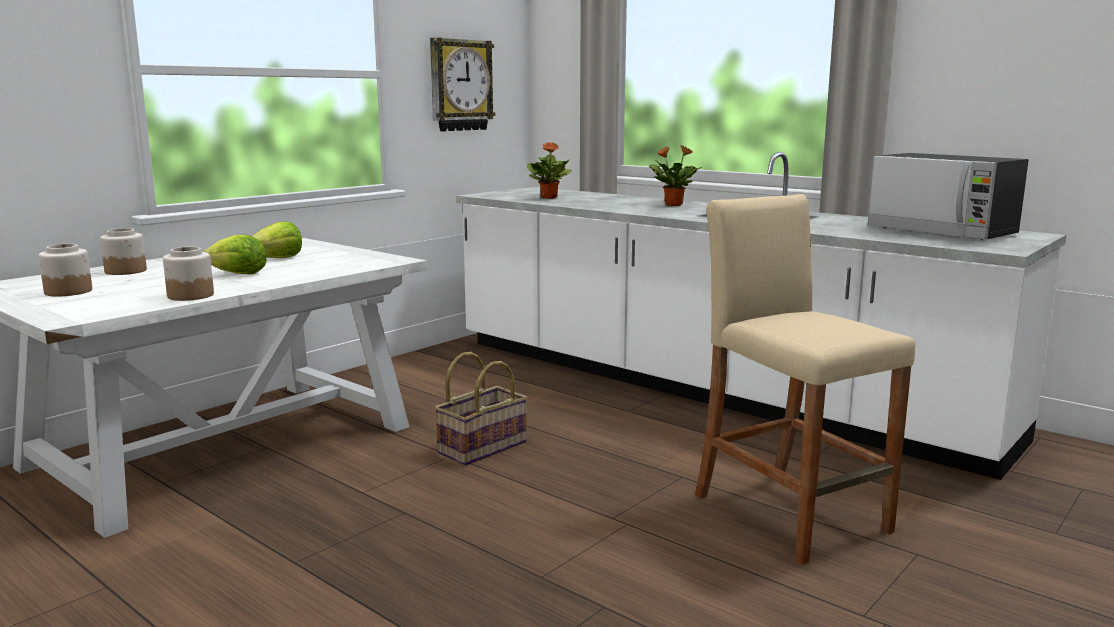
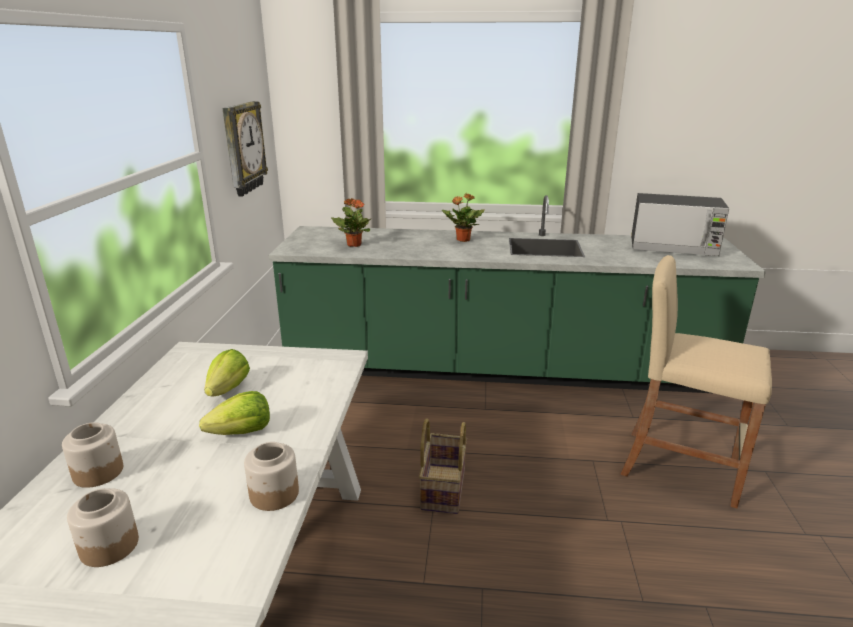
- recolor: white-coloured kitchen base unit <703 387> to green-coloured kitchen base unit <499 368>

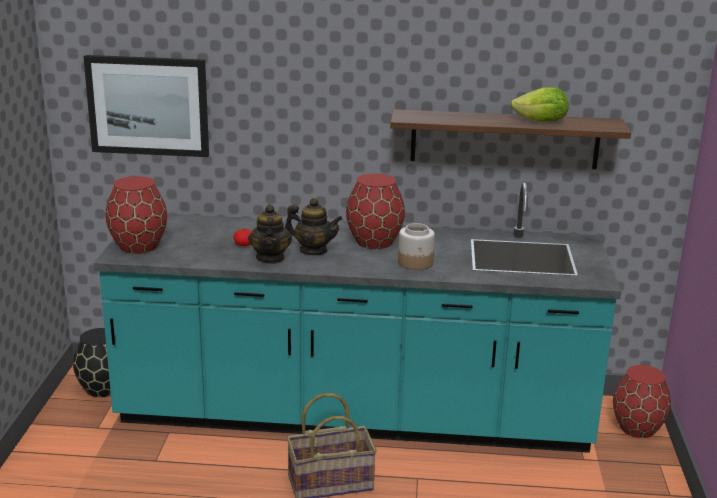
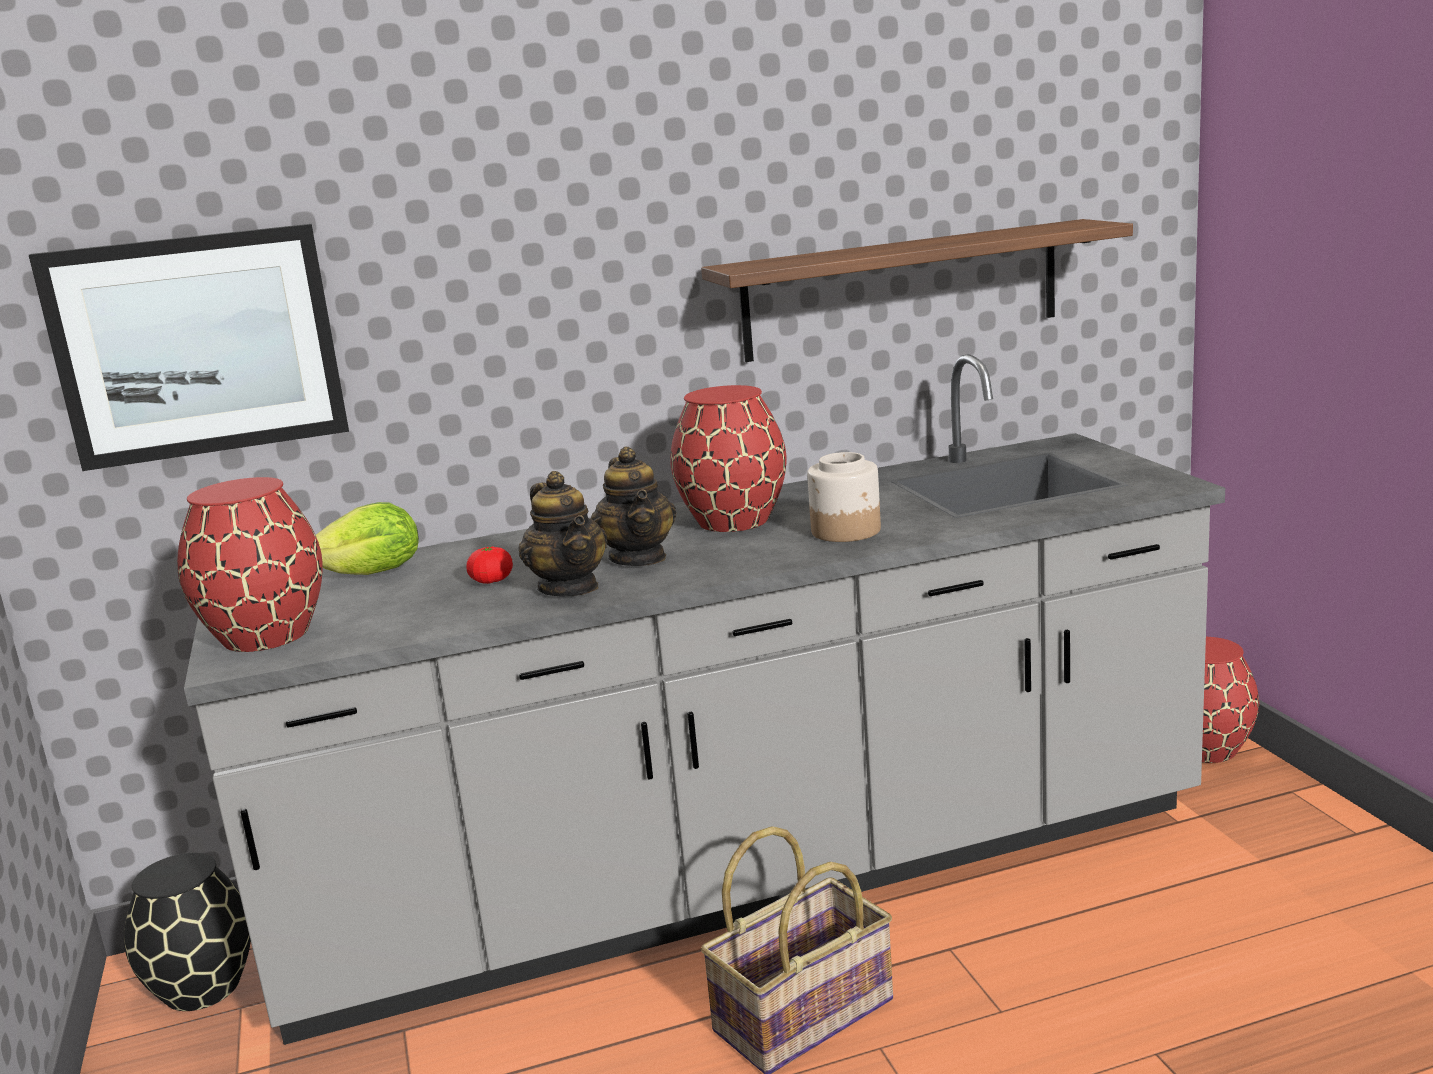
- recolor: turquoise kitchen base unit <354 416> to grey kitchen base unit <747 877>
- rotate: pot for tea <313 251> = <638 558> 75 degrees clockwise
- move: lettuce head <541 122> to <373 574>

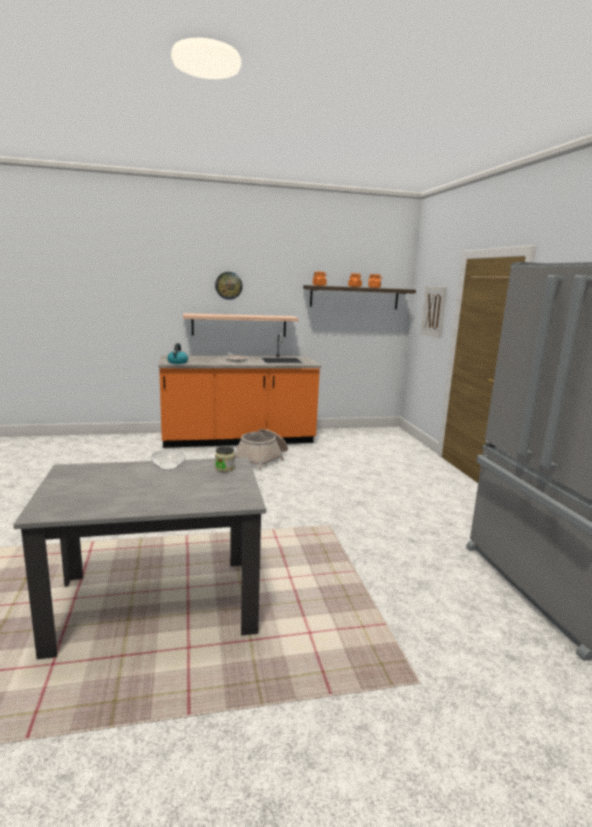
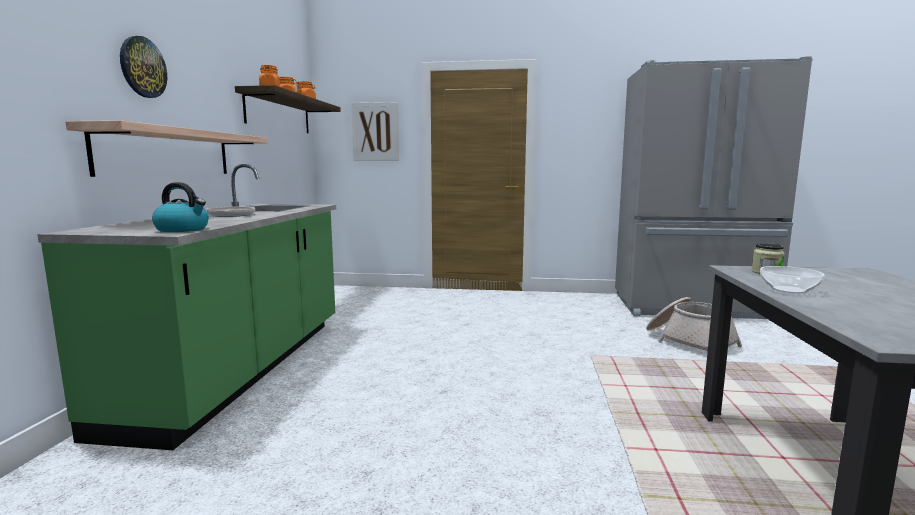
- recolor: orange-coloured kitchen base unit <238 440> to green-coloured kitchen base unit <242 369>
- move: storage basket <262 458> to <689 341>

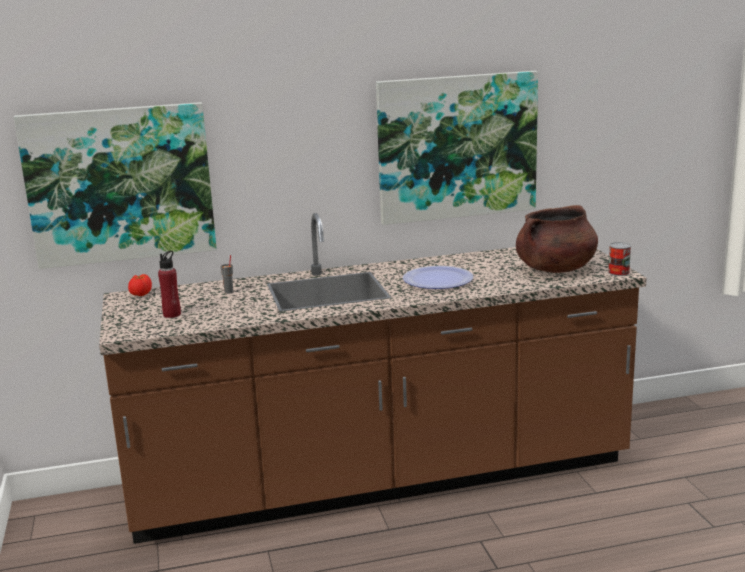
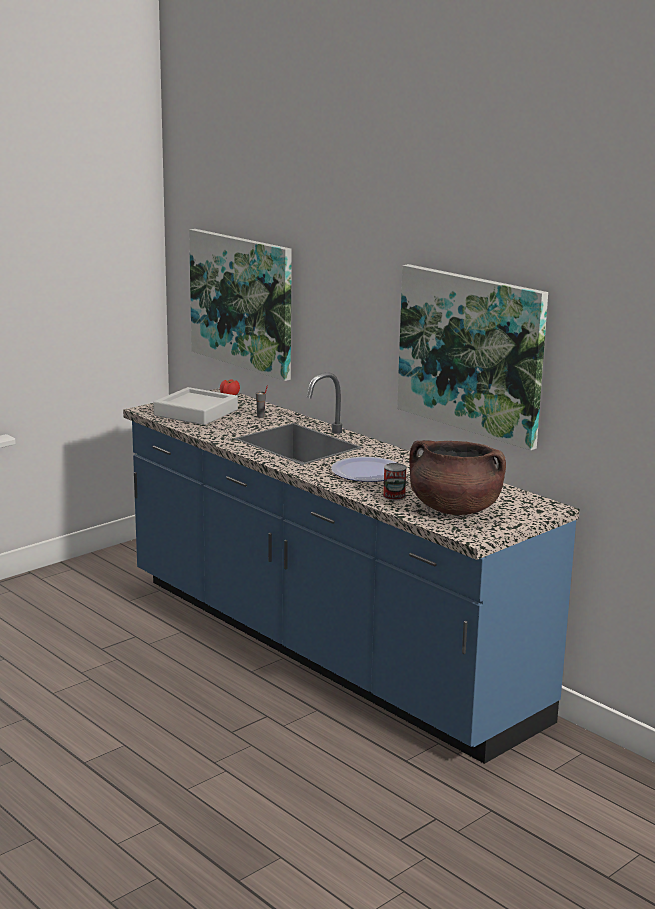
- recolor: brown-coloured kitchen base unit <380 481> to blue-coloured kitchen base unit <324 649>
- replace: reddish bottle <172 314> to grey carrying tray <196 413>
- move: can <618 272> to <394 496>

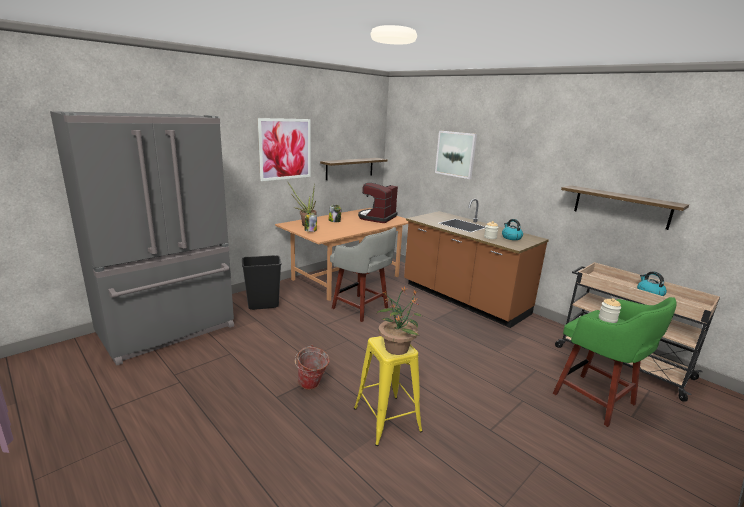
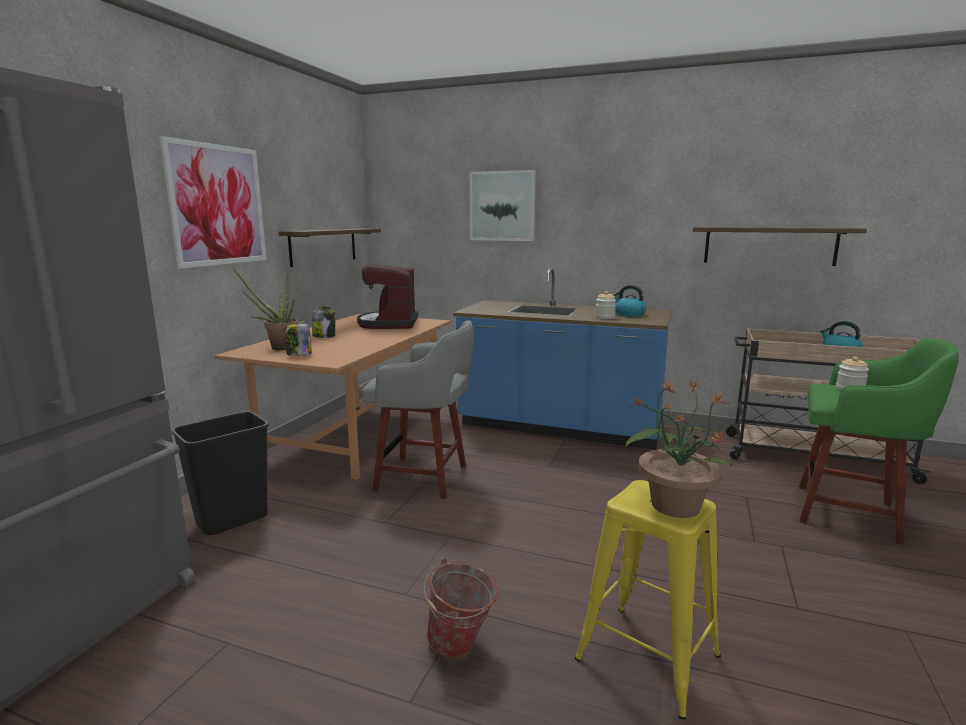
- recolor: brown-coloured kitchen base unit <463 299> to blue-coloured kitchen base unit <559 427>

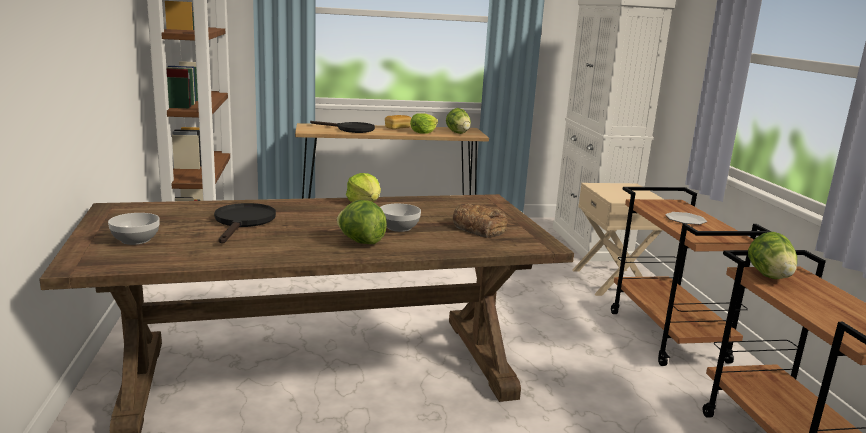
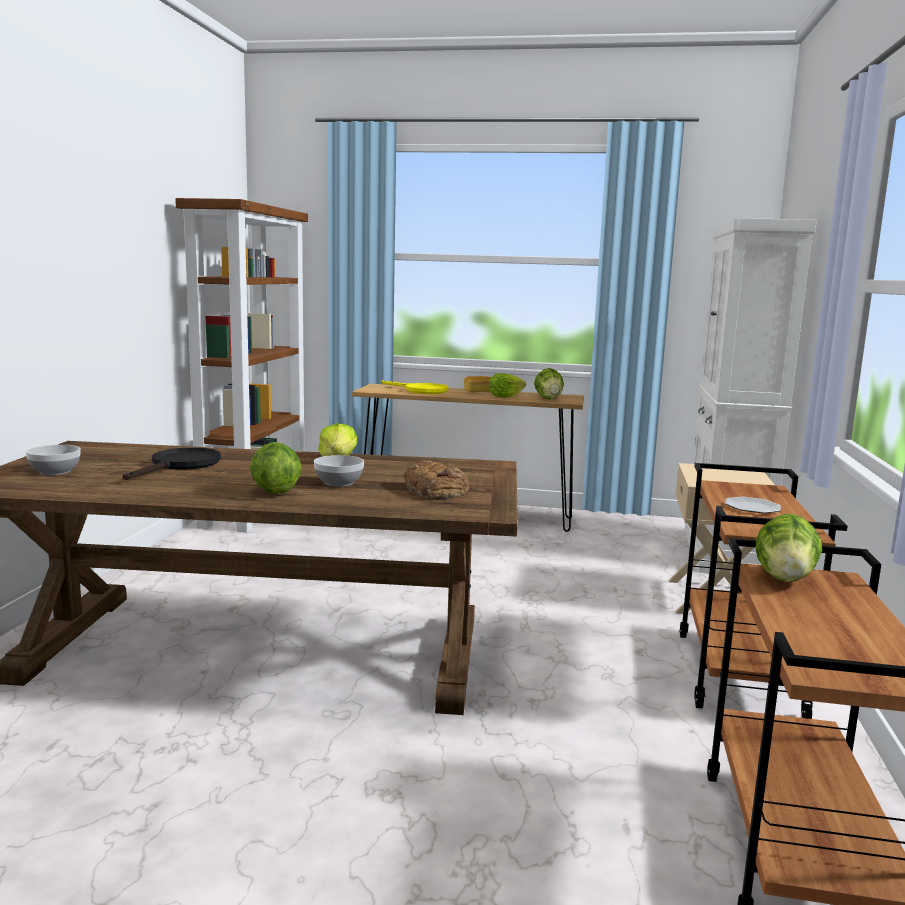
- recolor: black frying pan <350 129> to yellow frying pan <421 391>

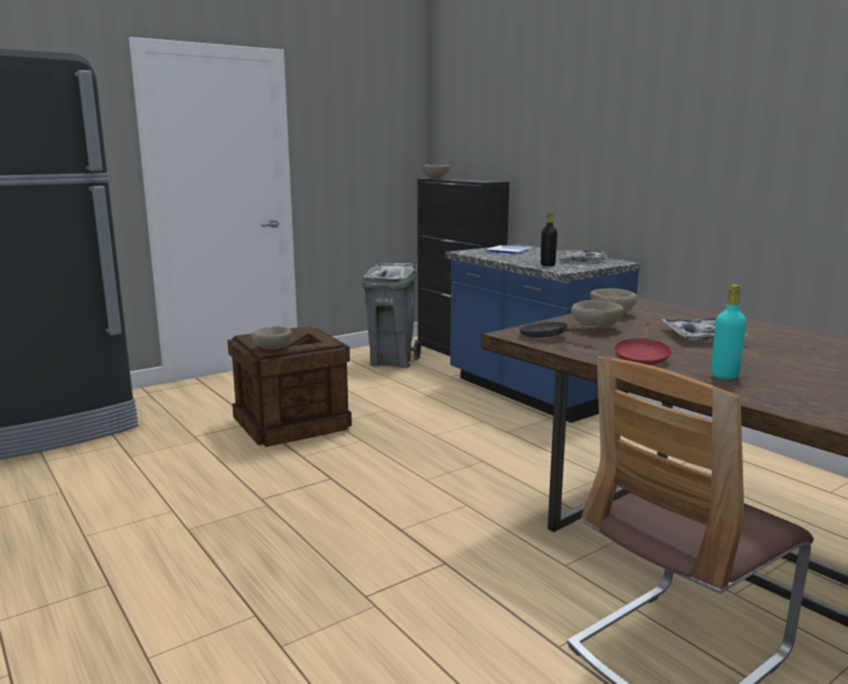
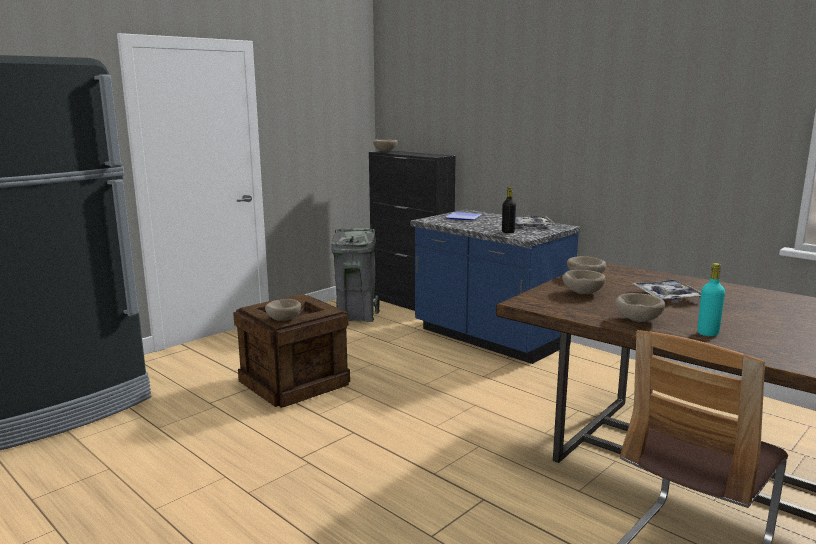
- delete: black frying pan <548 337>
- replace: reddish frying pan <641 357> to beige bowl <636 320>

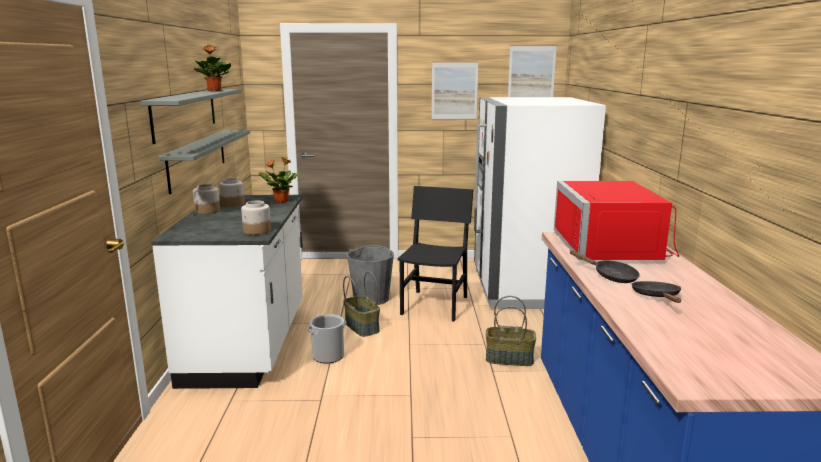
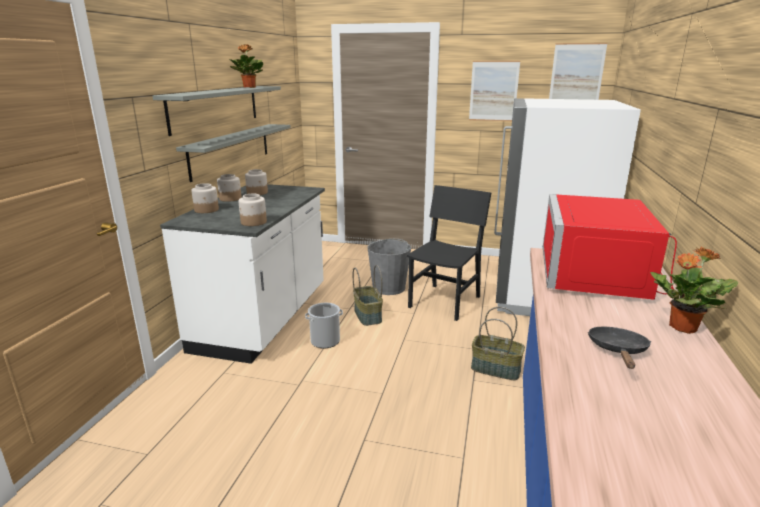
- move: houseplant <281 201> to <681 327>
- delete: black frying pan <611 276>
- insert: preserve jar <206 210>

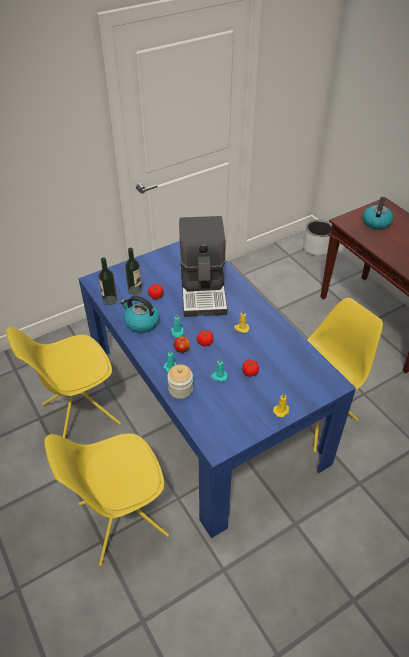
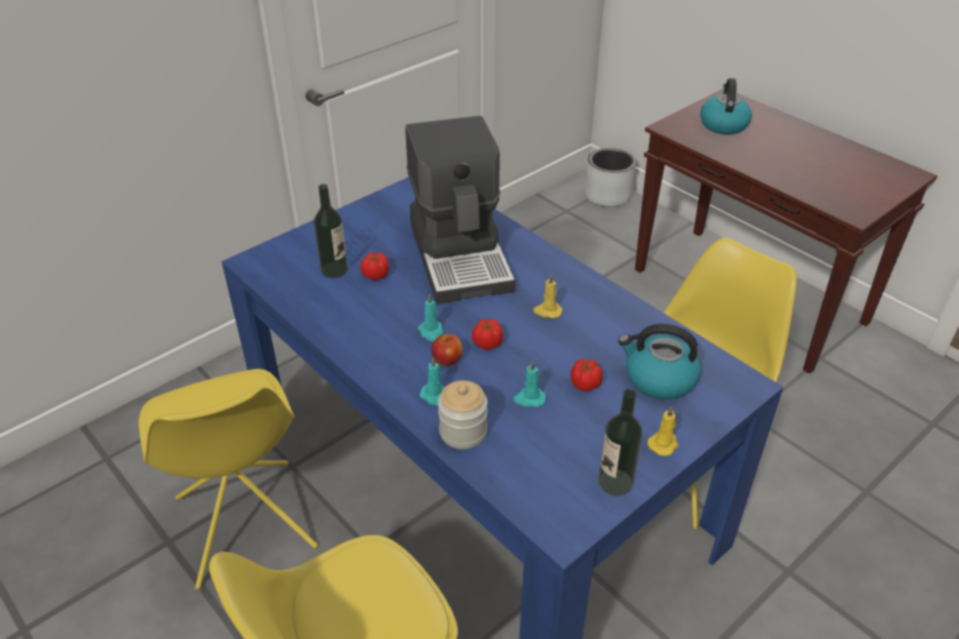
- rotate: yellow plain chair <79 415> = <245 525> 75 degrees counterclockwise
- move: bottle <110 300> to <615 482>
- move: kettle <141 322> to <659 379>

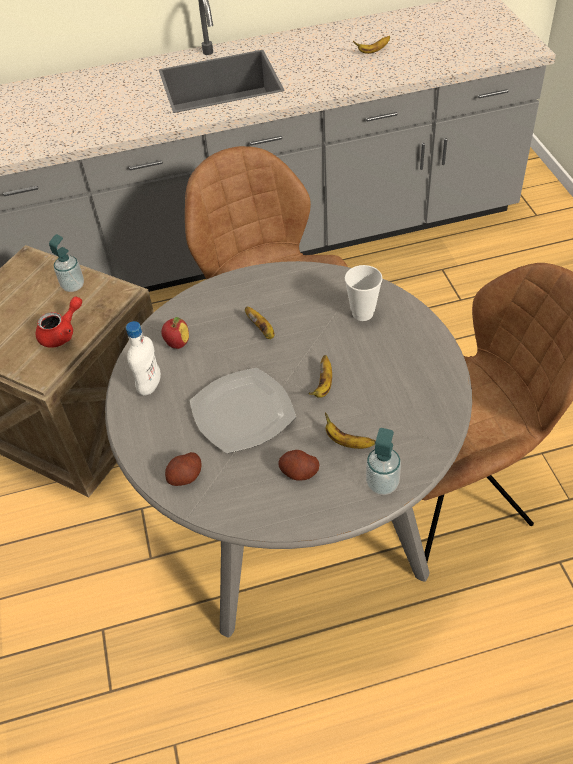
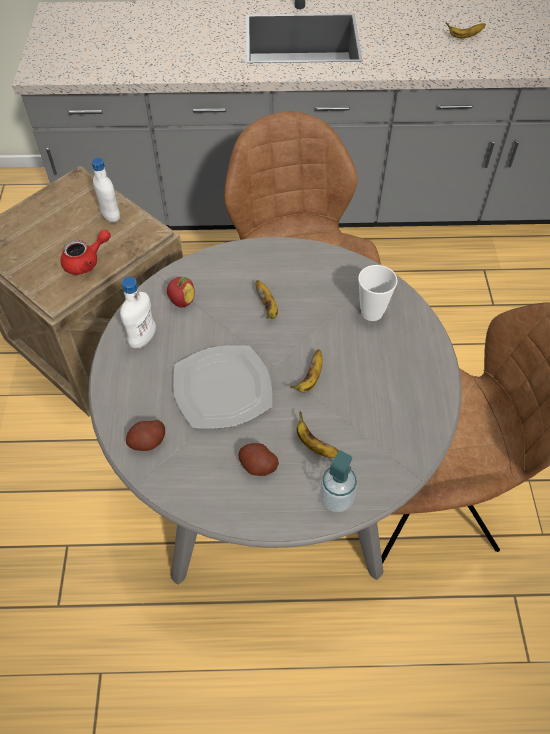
- replace: soap bottle <73 286> to white-coloured bottle <111 216>

